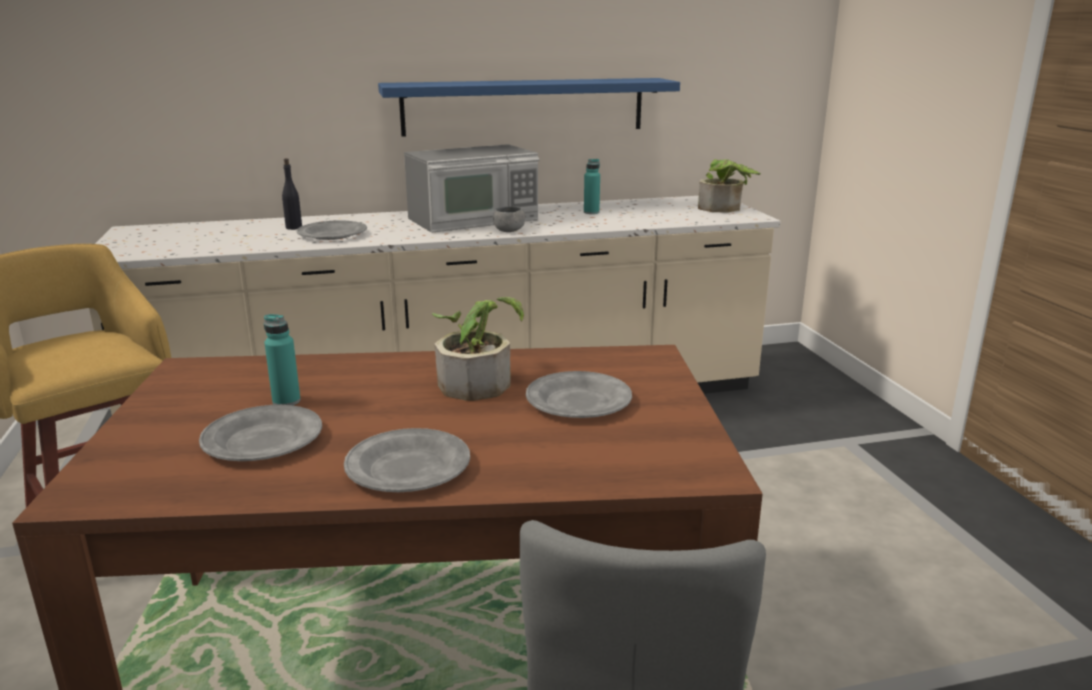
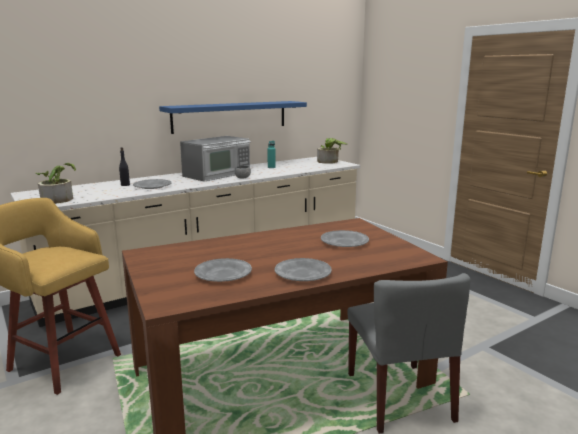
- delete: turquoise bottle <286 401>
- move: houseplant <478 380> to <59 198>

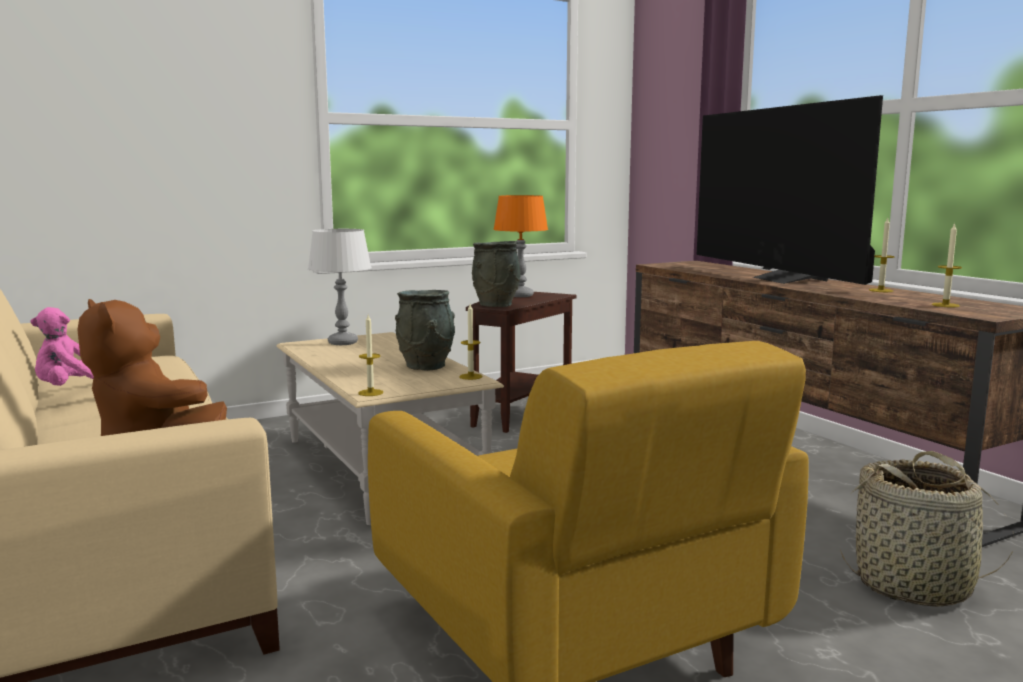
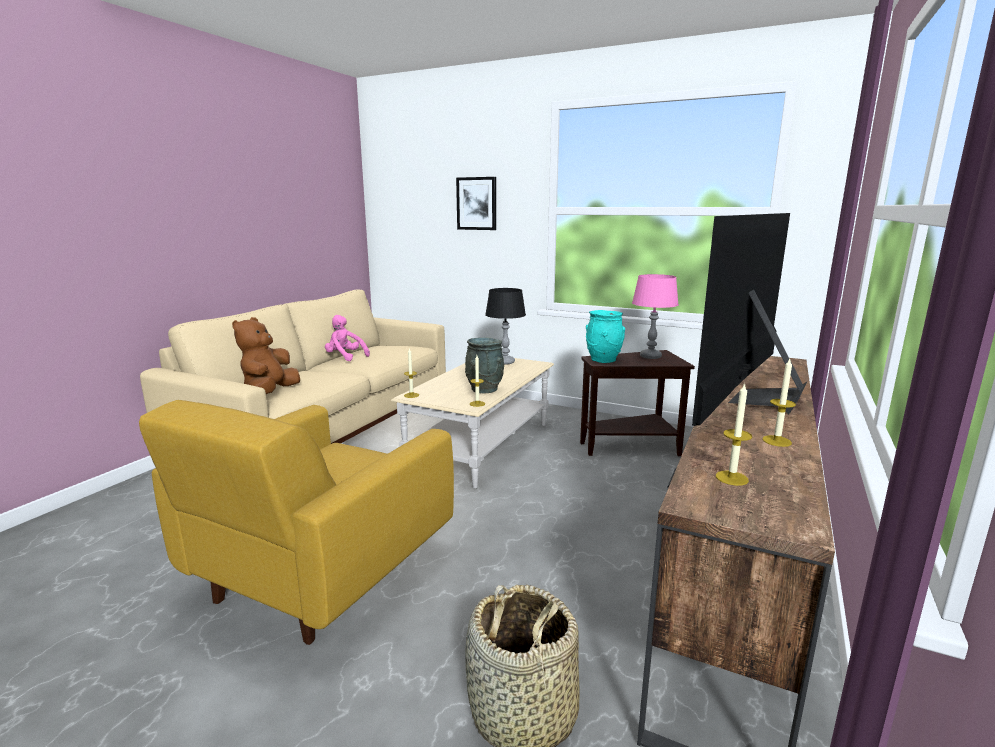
- recolor: white-coloured lamp for a table <342 342> to black lamp for a table <505 362>
- recolor: grey flower vase <496 304> to turquoise flower vase <603 359>
- recolor: orange-coloured lamp for a table <520 295> to pinkish lamp for a table <650 356>
- insert: wall picture <477 203>

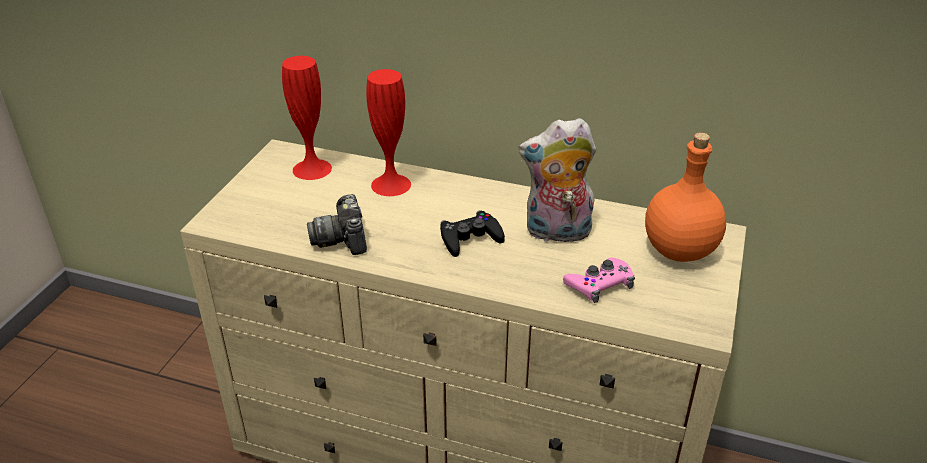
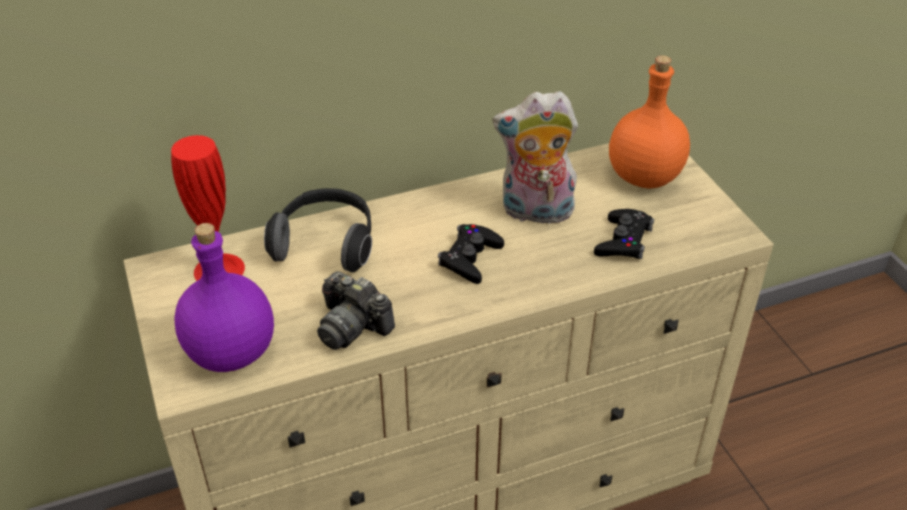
- replace: reddish flower vase <391 185> to headphones <326 244>
- rotate: plush toy <556 233> = <535 213> 45 degrees clockwise
- recolor: pinkish joypad <599 284> to black joypad <623 241>
- insert: purplish bottle <231 354>

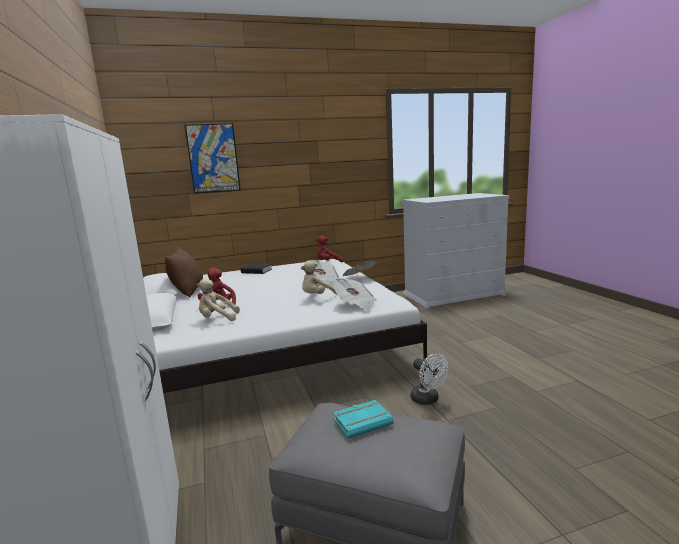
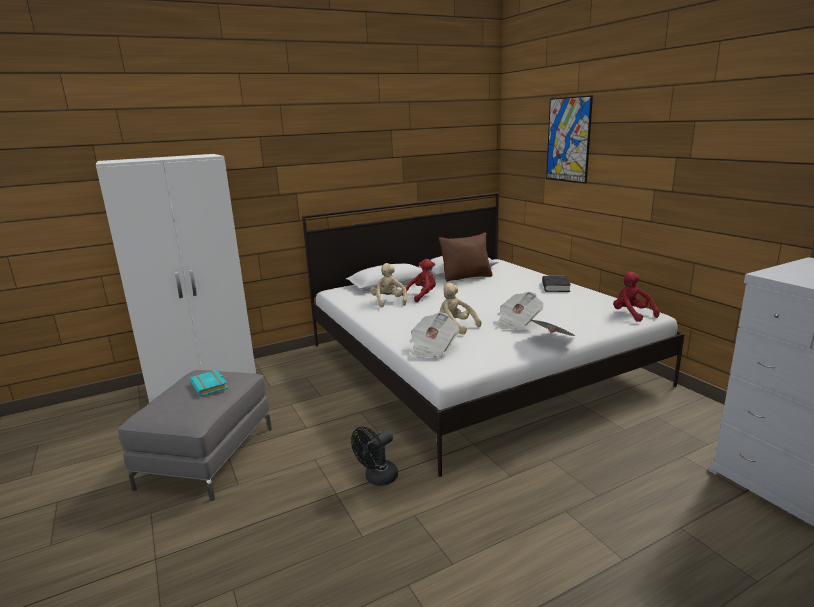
- recolor: white-coloured cooling fan <428 400> to black cooling fan <377 479>

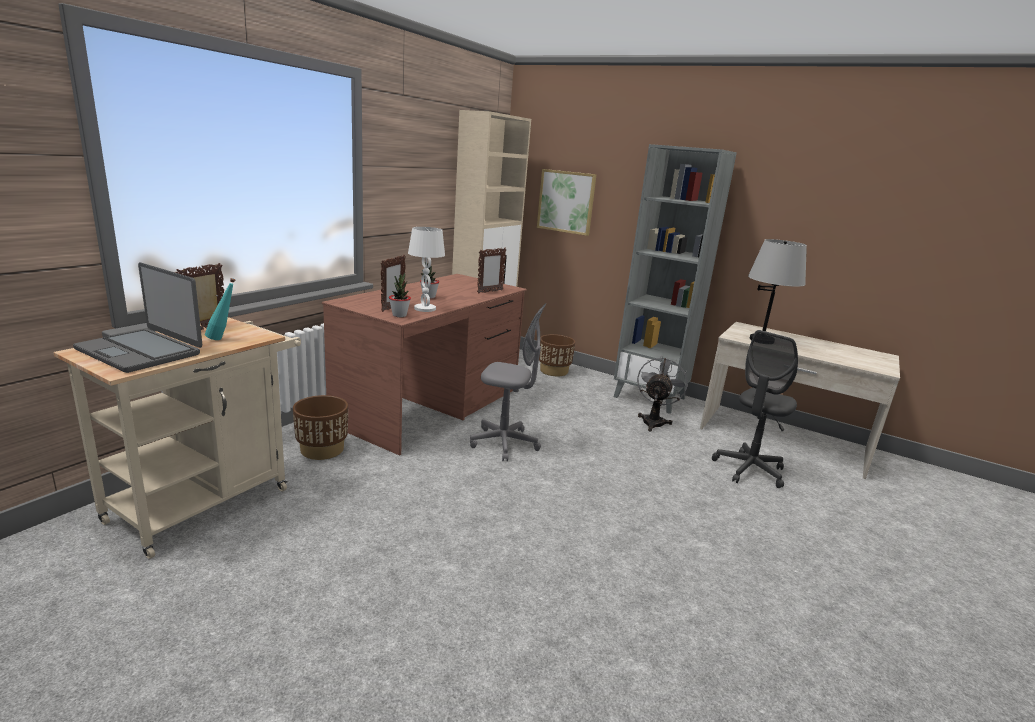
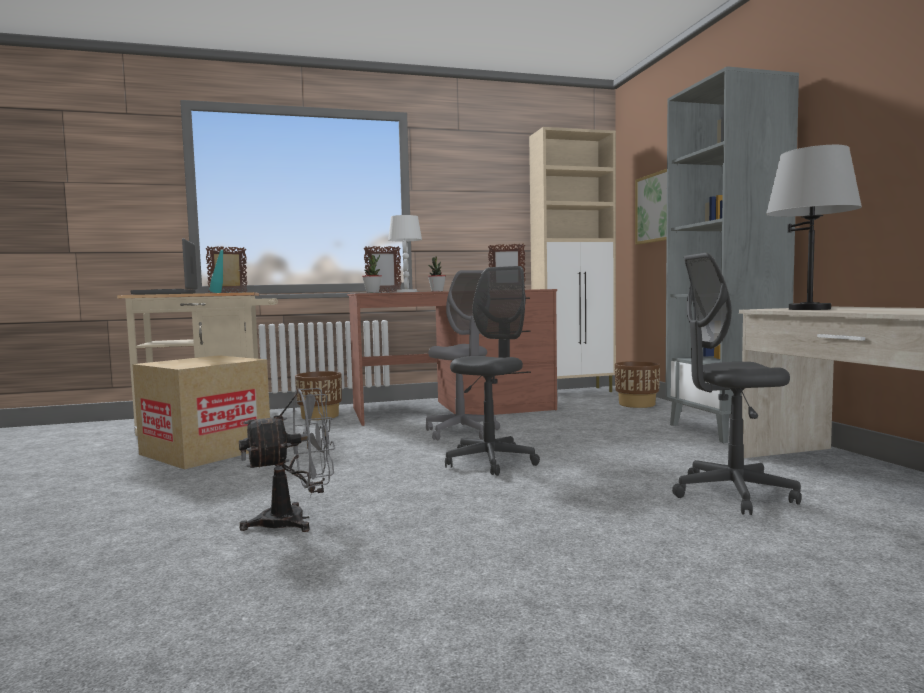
- move: grey cooling fan <654 421> to <295 520>
- insert: cardboard box <206 451>
- insert: grey office chair <490 462>

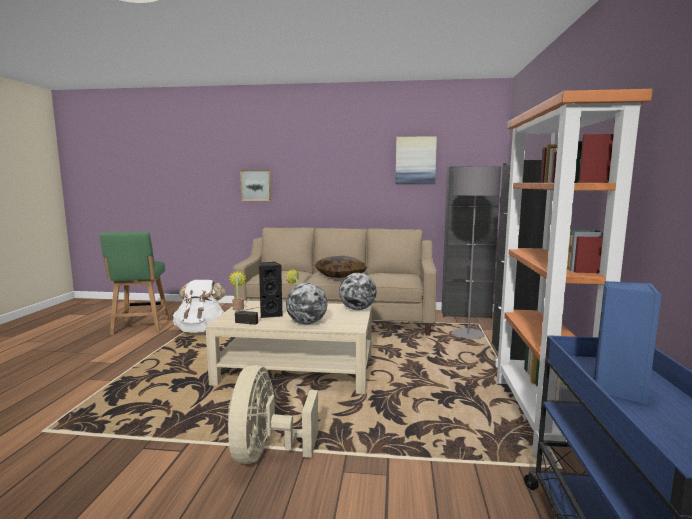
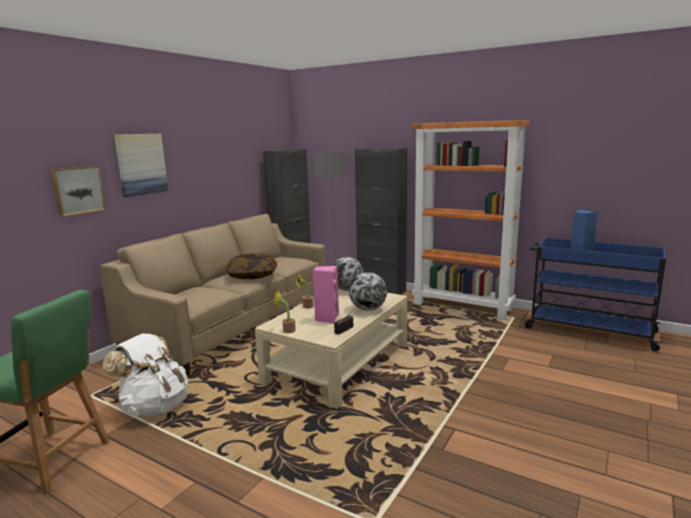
- delete: beige cooling fan <266 453>
- recolor: black loudspeaker <271 314> to pinkish loudspeaker <327 319>
- move: wall picture <415 160> to <141 164>

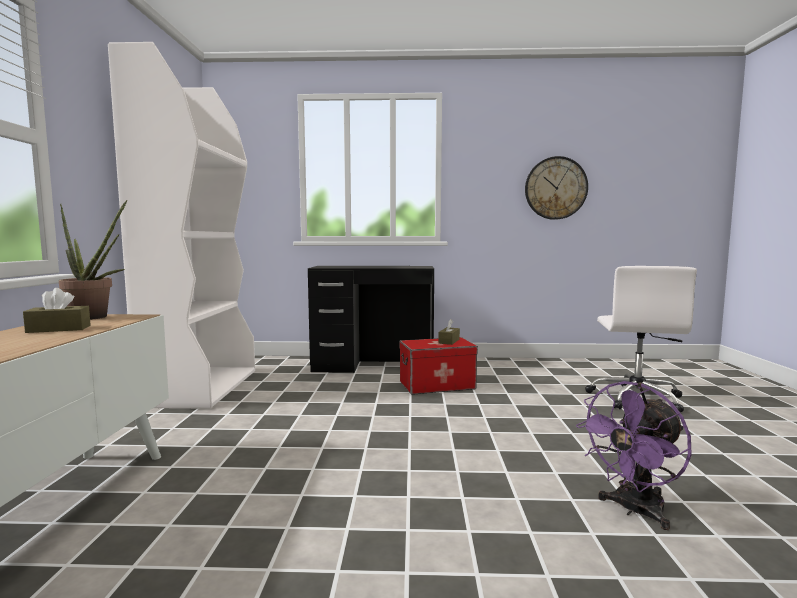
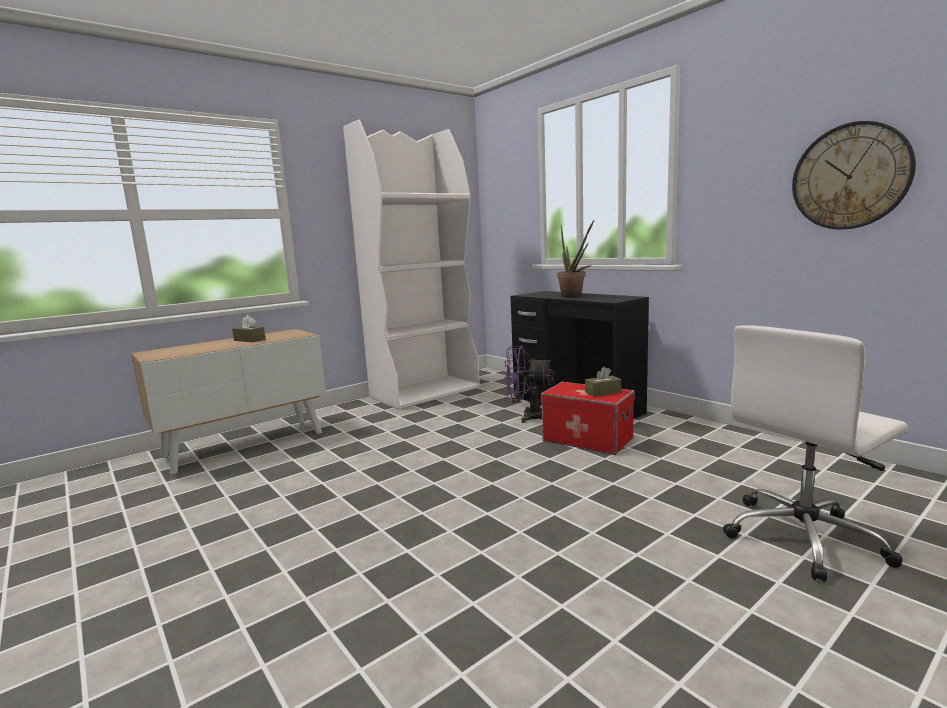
- move: houseplant <95 318> to <574 296>
- move: purplish cooling fan <634 511> to <528 416>

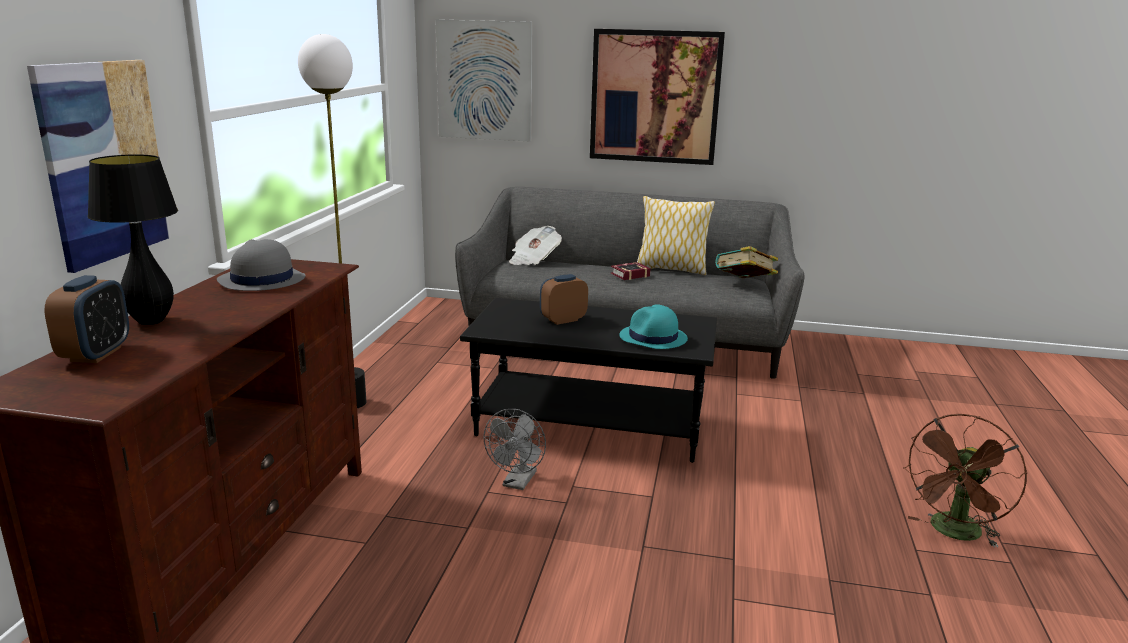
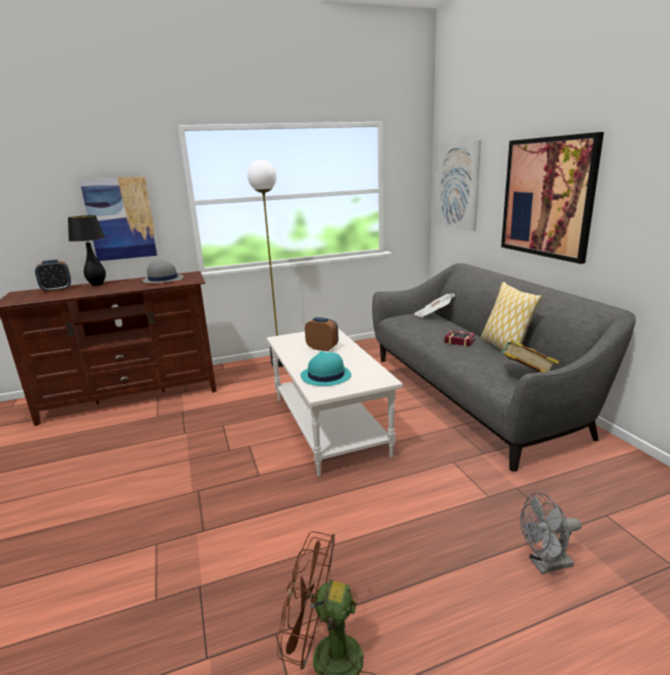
- recolor: black coffee table <591 424> to white-coloured coffee table <330 425>
- move: grey cooling fan <517 483> to <545 564>

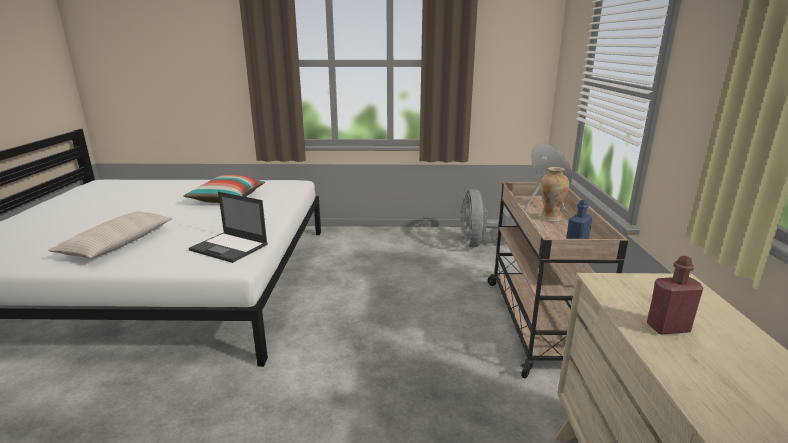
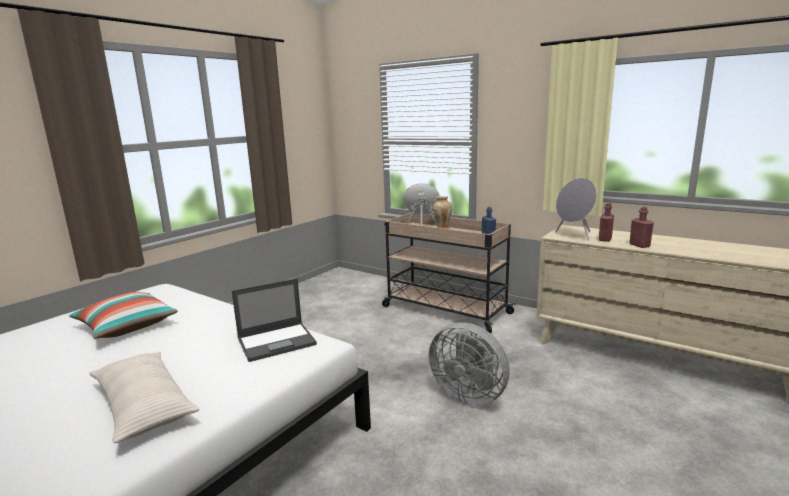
- move: grey cooling fan <478 244> to <469 394>
- insert: grey loudspeaker <574 235>
- insert: reddish bottle <639 245>

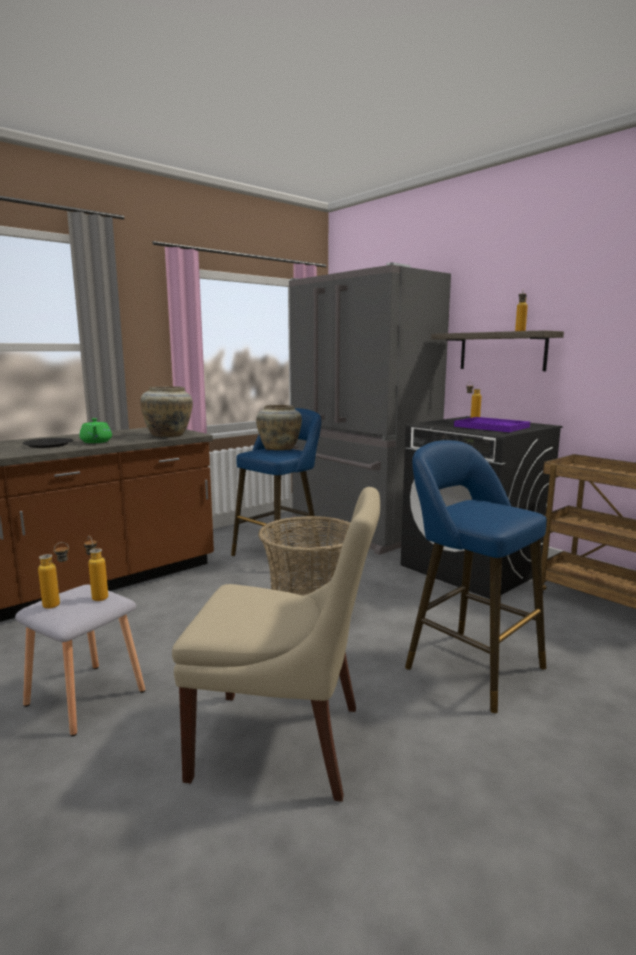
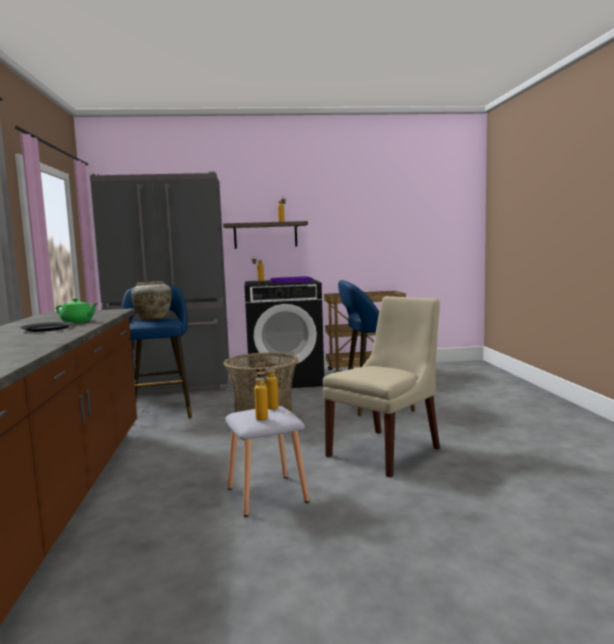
- delete: beige flower vase <169 435>

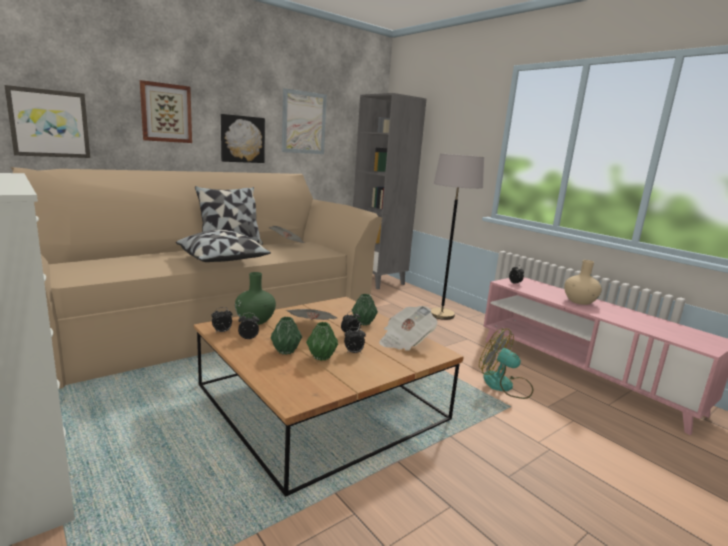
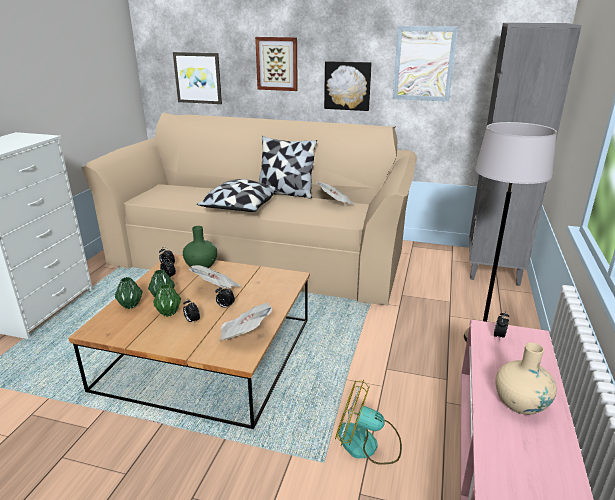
- move: green-coloured flower vase <364 323> to <130 305>
- rotate: cooling fan <505 385> = <367 444> 75 degrees counterclockwise

